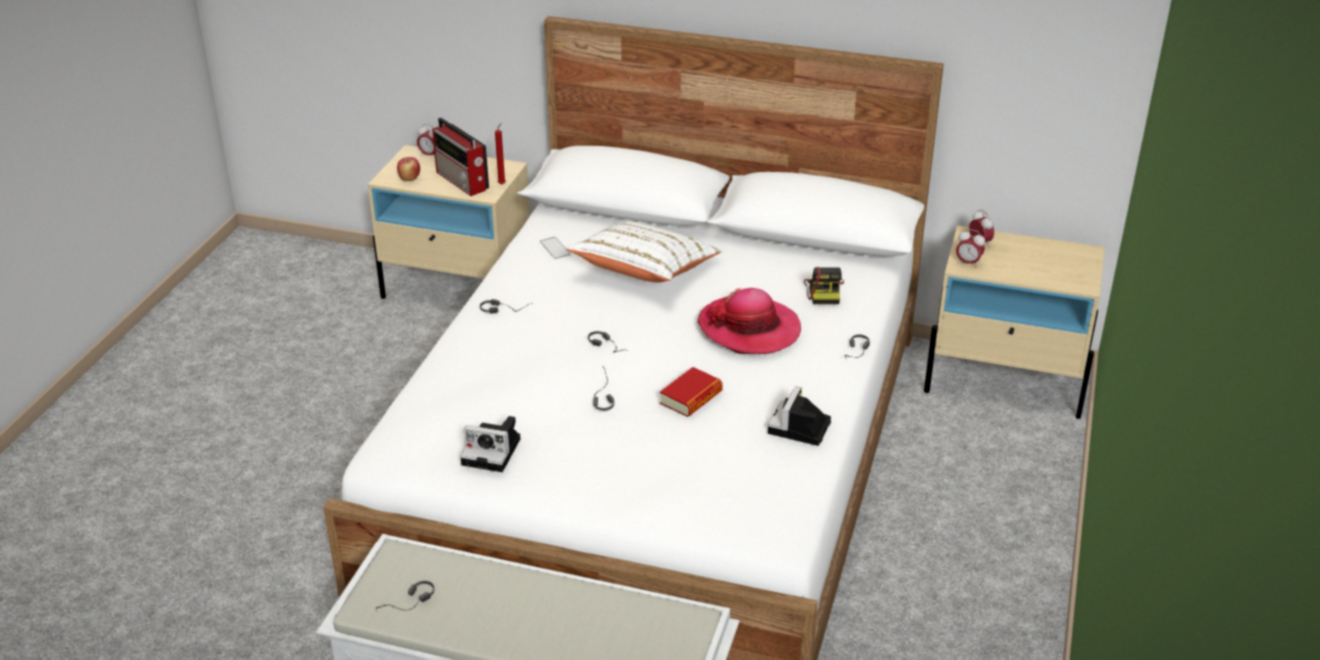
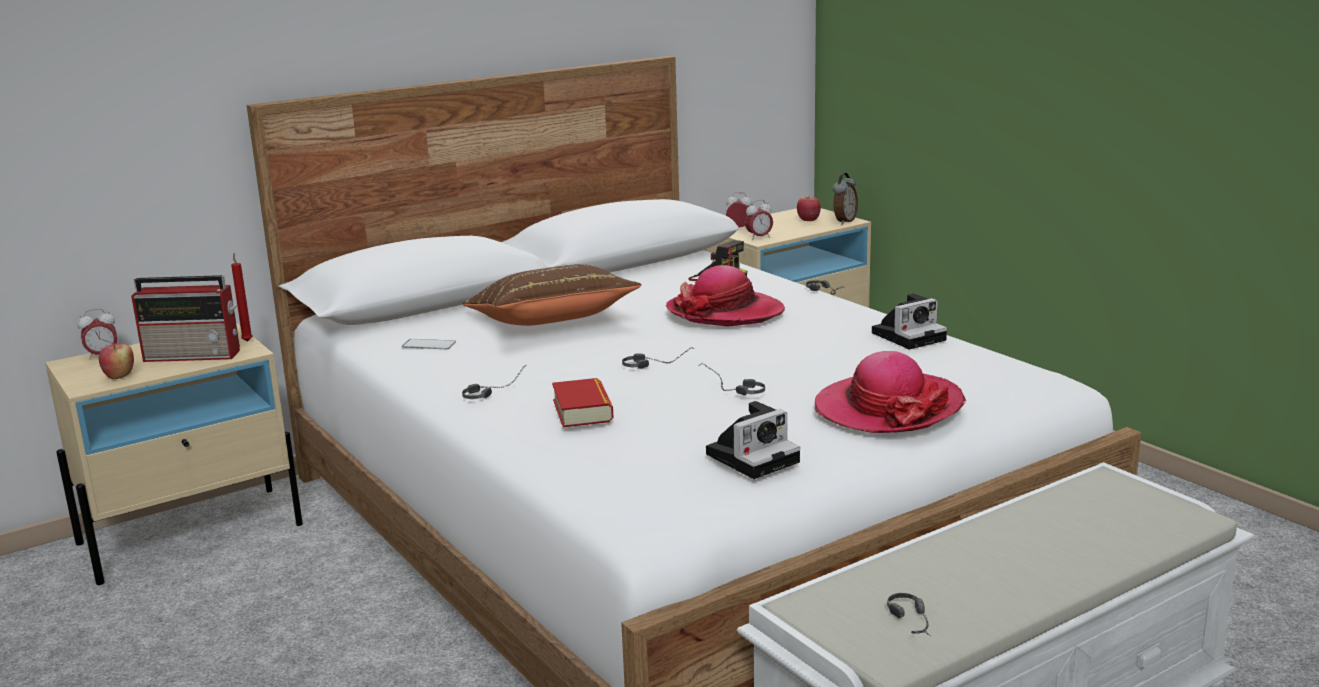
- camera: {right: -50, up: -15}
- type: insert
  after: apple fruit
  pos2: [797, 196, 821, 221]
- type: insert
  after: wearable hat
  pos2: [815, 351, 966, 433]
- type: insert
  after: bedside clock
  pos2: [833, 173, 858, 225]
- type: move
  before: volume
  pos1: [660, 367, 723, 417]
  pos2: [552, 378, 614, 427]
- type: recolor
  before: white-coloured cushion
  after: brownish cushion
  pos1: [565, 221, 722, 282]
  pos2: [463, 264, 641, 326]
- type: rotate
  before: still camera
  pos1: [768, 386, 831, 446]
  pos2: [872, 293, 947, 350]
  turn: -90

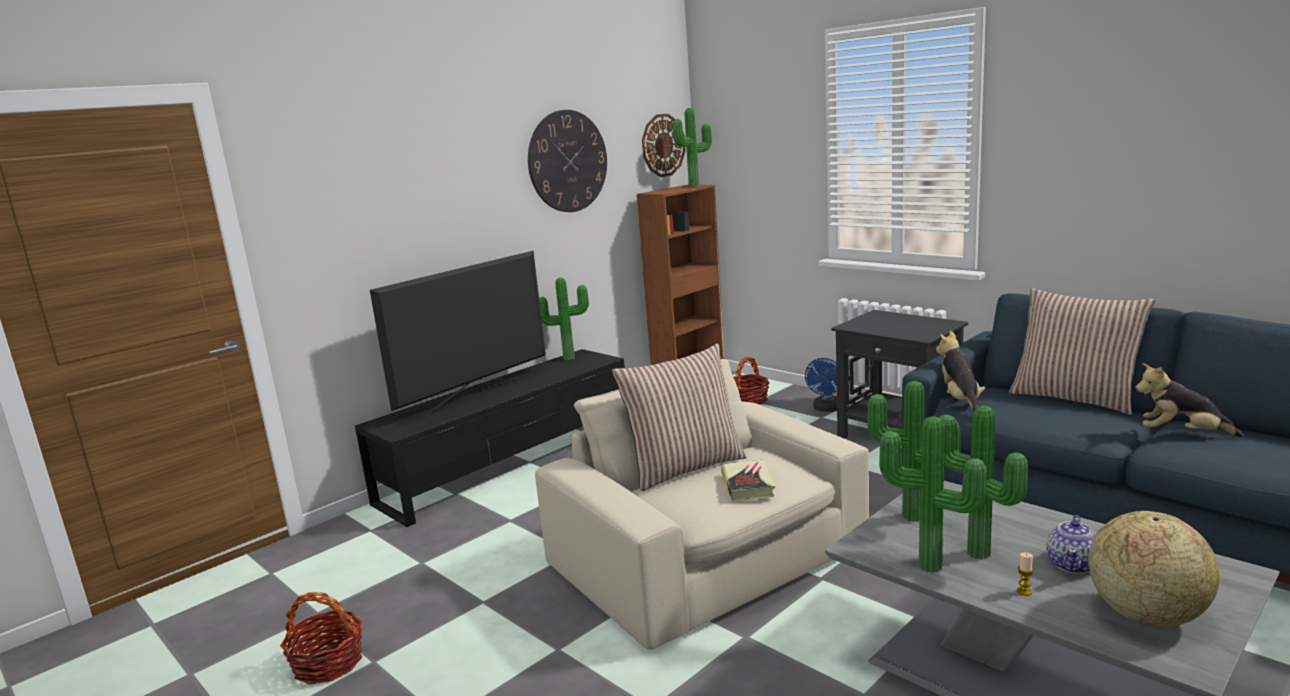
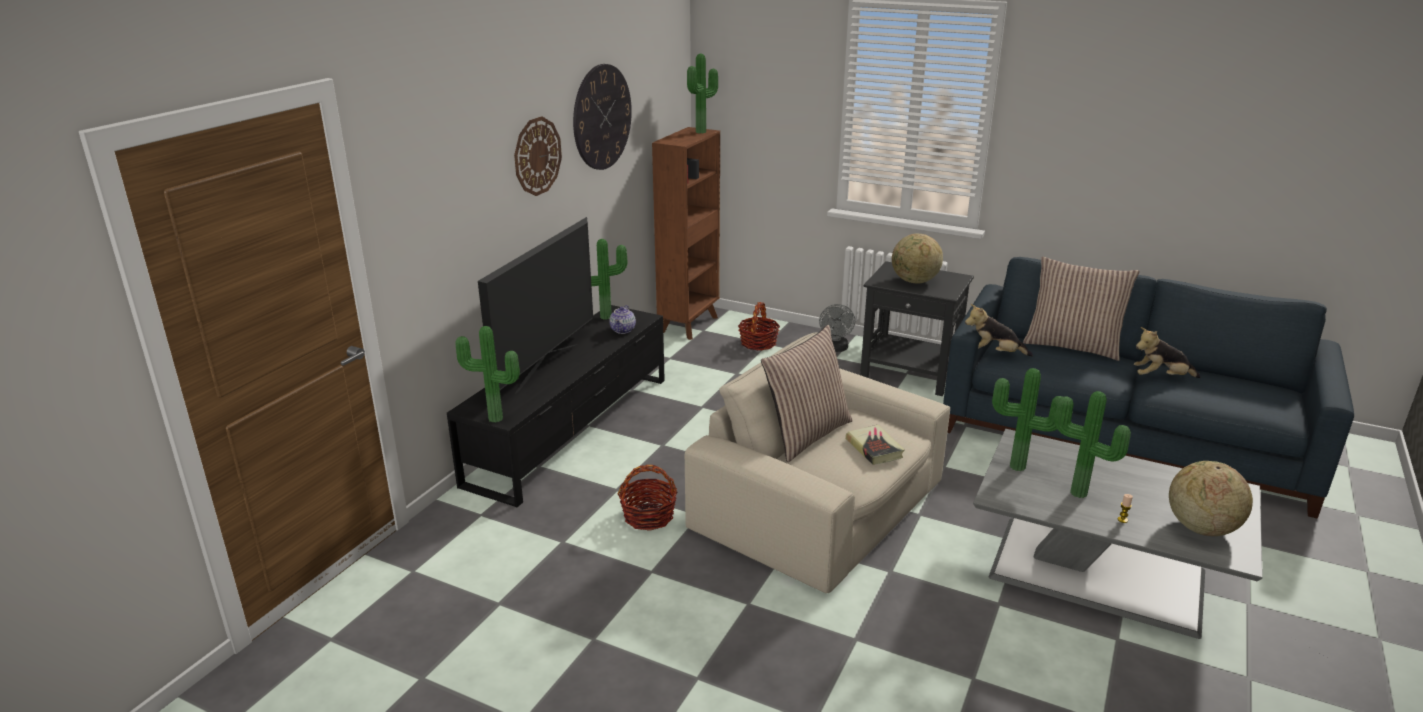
- camera: {right: -20, up: 10}
- type: insert
  after: desk globe
  pos2: [892, 233, 943, 284]
- type: move
  before: household basket
  pos1: [280, 592, 363, 685]
  pos2: [618, 465, 678, 531]
- type: move
  before: clock on the wall
  pos1: [642, 114, 686, 177]
  pos2: [514, 116, 562, 196]
- type: move
  before: houseplant
  pos1: [879, 416, 987, 573]
  pos2: [456, 326, 520, 423]
- type: move
  before: teapot
  pos1: [1046, 515, 1096, 574]
  pos2: [609, 305, 636, 334]
- type: recolor
  before: blue cooling fan
  after: gray cooling fan
  pos1: [805, 358, 837, 412]
  pos2: [819, 304, 855, 352]
- type: rotate
  before: soft toy
  pos1: [936, 331, 985, 411]
  pos2: [965, 304, 1033, 356]
  turn: -60

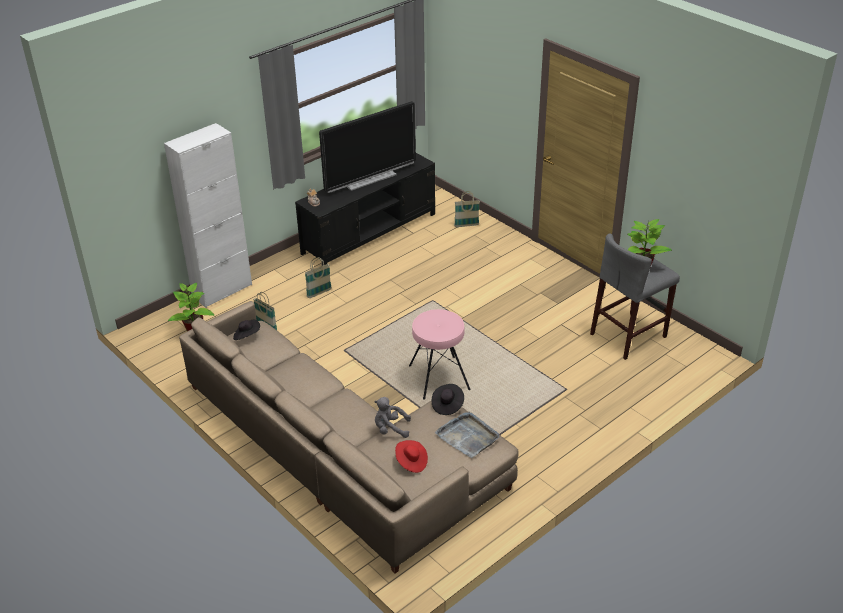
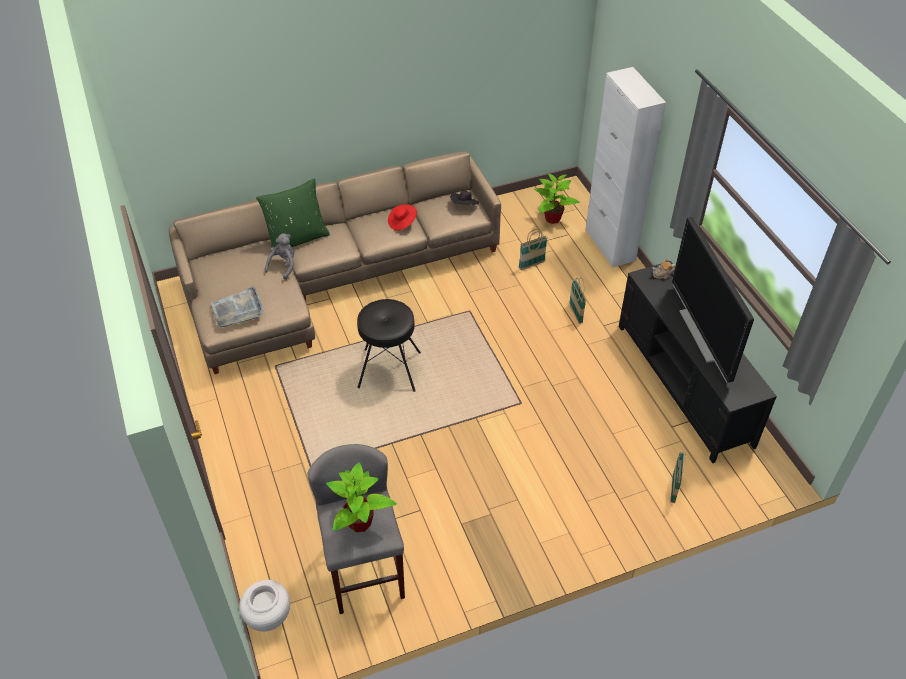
- camera: {right: 110, up: 10}
- type: delete
  before: black wearable hat
  pos1: [432, 384, 464, 415]
- type: insert
  after: white-coloured flower vase
  pos2: [239, 580, 290, 632]
- type: insert
  after: greenish cushion
  pos2: [256, 178, 330, 248]
- type: move
  before: reddish wearable hat
  pos1: [395, 440, 428, 473]
  pos2: [388, 204, 417, 230]
- type: recolor
  before: pinkish stool
  after: black stool
  pos1: [409, 309, 470, 400]
  pos2: [357, 299, 421, 392]

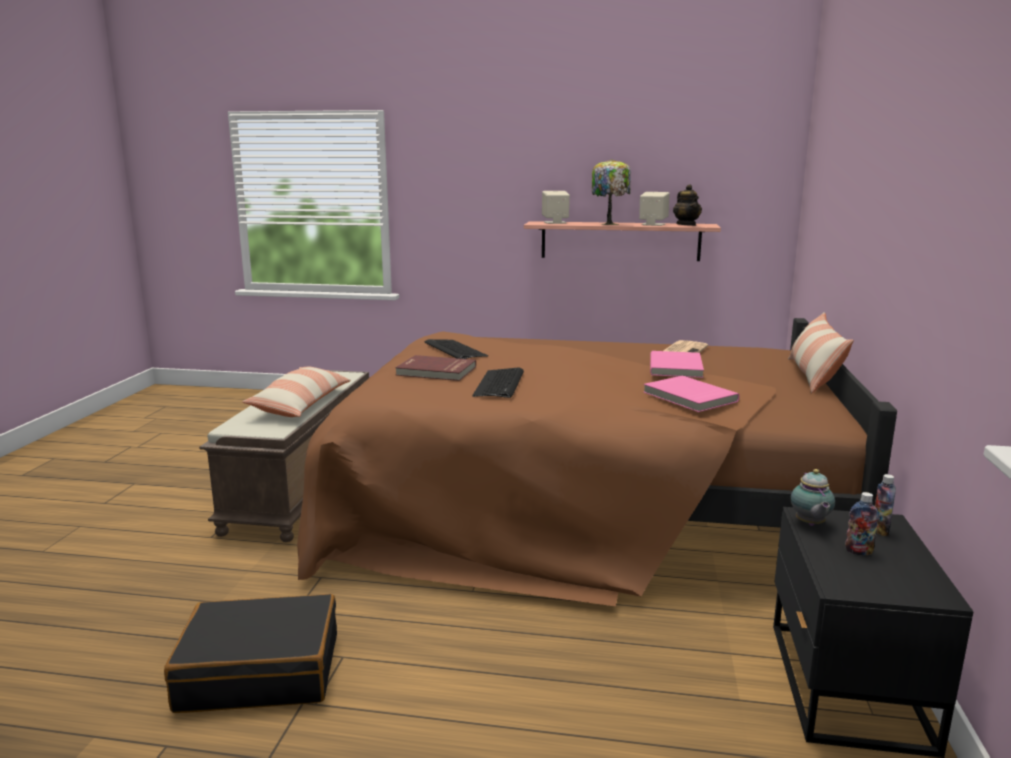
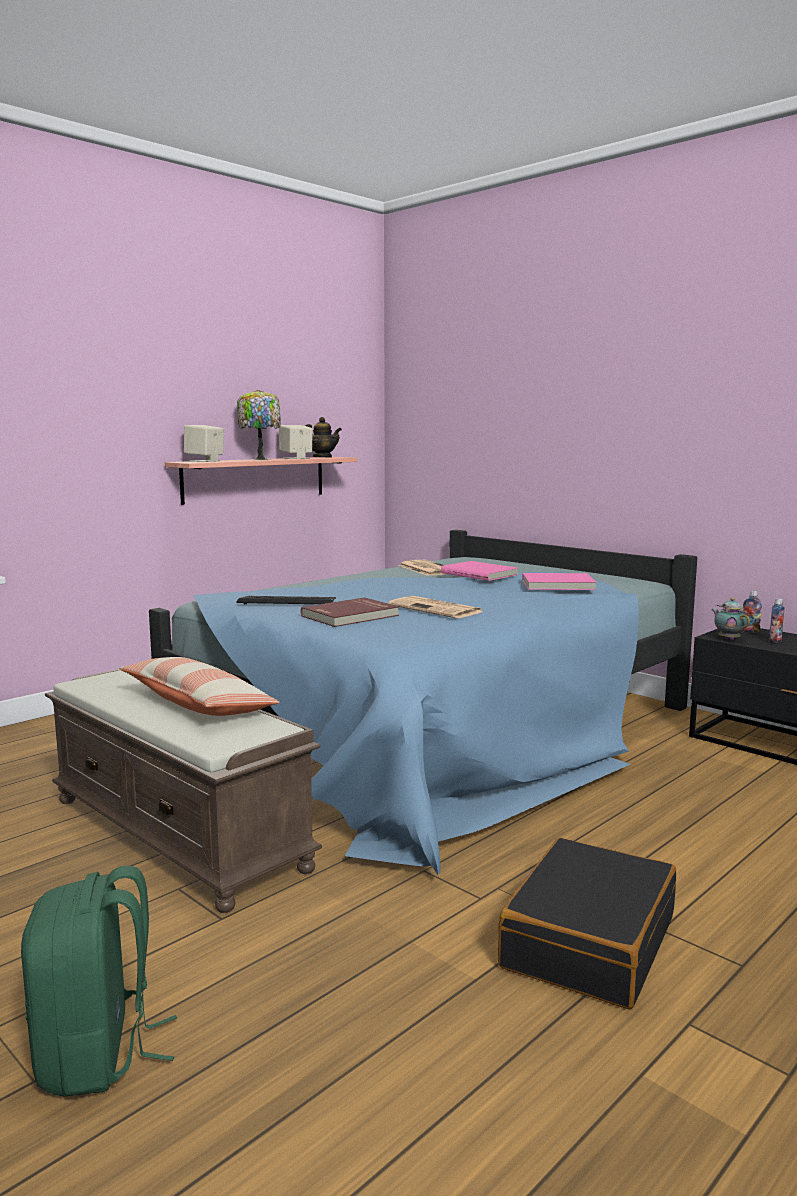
- camera: {right: -55, up: -5}
- type: delete
  before: cushion
  pos1: [788, 312, 854, 393]
- type: insert
  after: greenish rucksack
  pos2: [21, 866, 177, 1097]
- type: replace
  before: PC keyboard
  after: daily paper
  pos1: [472, 368, 524, 398]
  pos2: [389, 596, 483, 618]
- type: recolor
  before: brownish bedroom bed
  after: blue bedroom bed
  pos1: [297, 318, 897, 606]
  pos2: [149, 530, 697, 875]
- type: rotate
  before: teapot
  pos1: [791, 469, 835, 526]
  pos2: [711, 598, 750, 640]
  turn: -150

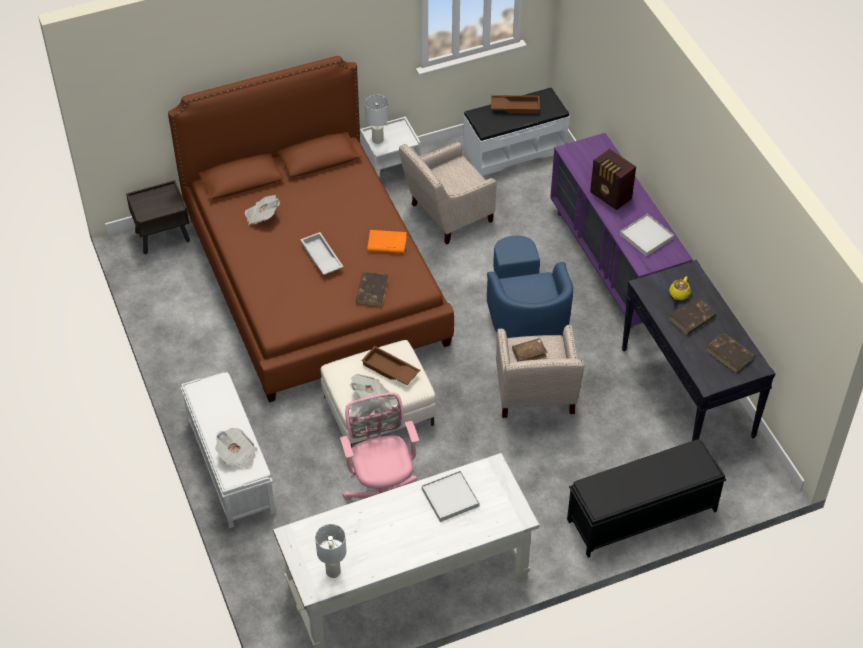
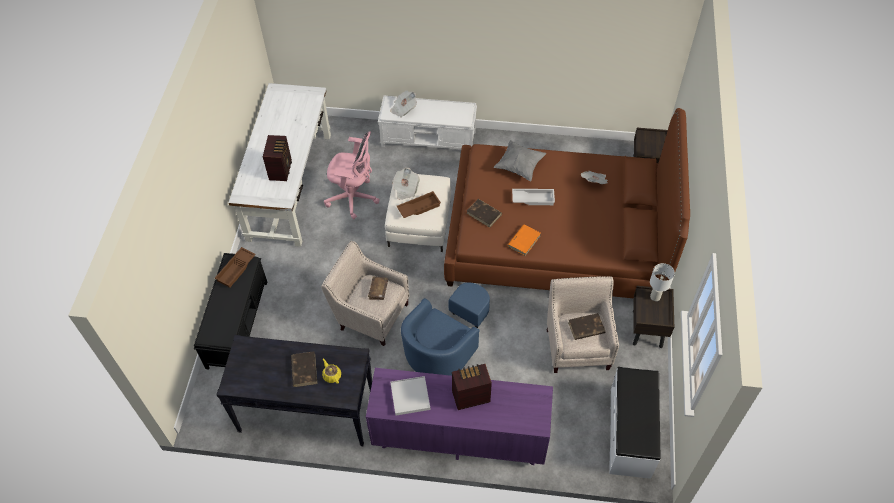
- camera: {right: 120, up: 5}
- type: delete
  before: white-coloured lamp for a table
  pos1: [315, 524, 346, 578]
- type: insert
  after: gray cushion
  pos2: [494, 140, 547, 181]
- type: move
  before: brownish serving tray
  pos1: [491, 95, 540, 114]
  pos2: [215, 247, 256, 288]
- type: move
  before: brownish volume
  pos1: [706, 333, 755, 373]
  pos2: [568, 313, 605, 340]
- type: replace
  before: white-coloured serving tray
  after: radio set
  pos1: [422, 470, 479, 522]
  pos2: [263, 135, 292, 181]
- type: recolor
  before: white-coloured night table
  after: brownish night table
  pos1: [360, 117, 421, 178]
  pos2: [633, 286, 674, 348]
- type: rotate
  before: blue lounge chair
  pos1: [487, 236, 573, 338]
  pos2: [401, 282, 490, 376]
  turn: -75

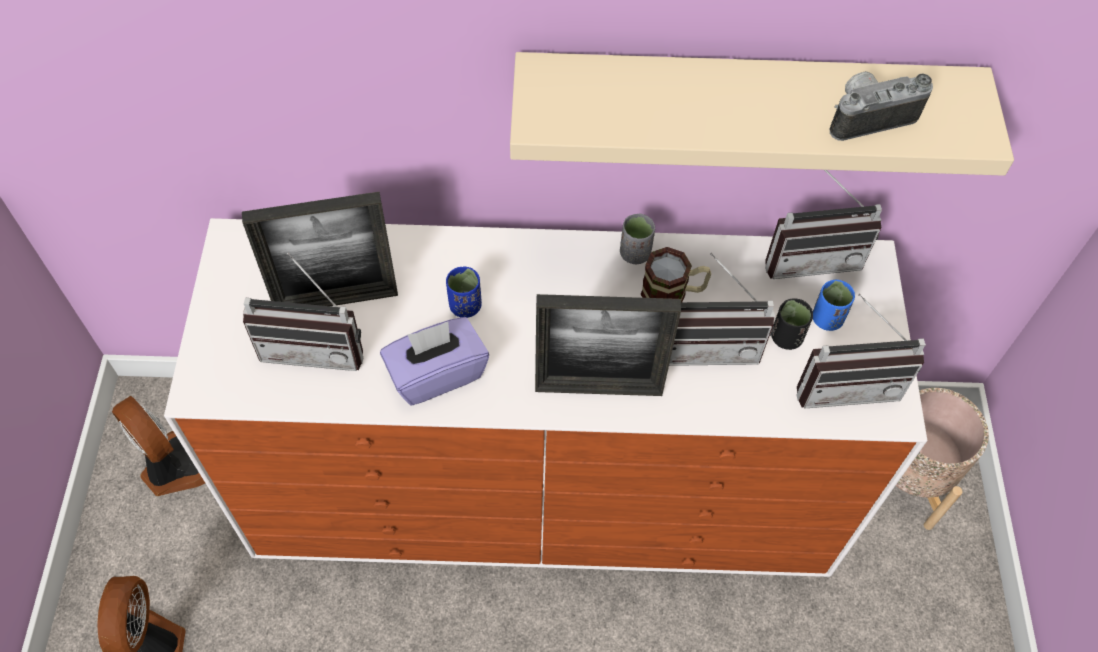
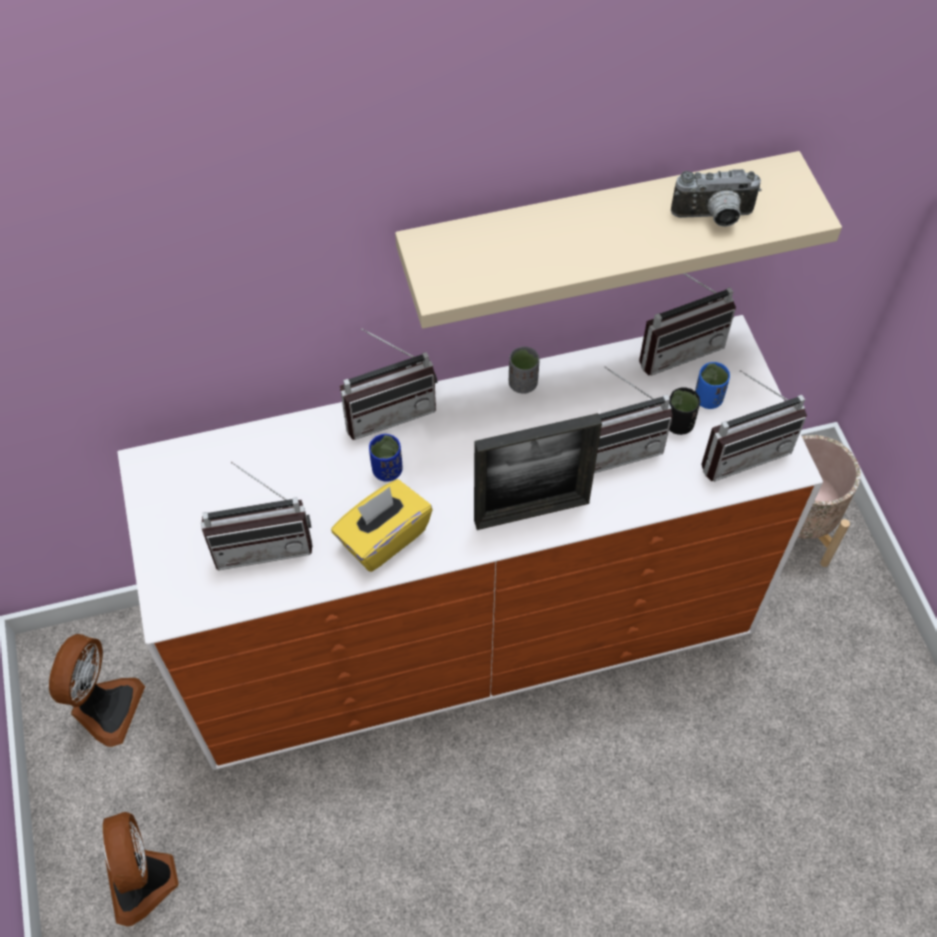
- camera: {right: -15, up: 0}
- type: delete
  before: photo frame
  pos1: [242, 192, 398, 306]
- type: delete
  before: mug
  pos1: [641, 247, 711, 302]
- type: insert
  after: radio set
  pos2: [340, 329, 438, 440]
- type: recolor
  before: purplish tissue holder
  after: yellow-coloured tissue holder
  pos1: [380, 317, 489, 406]
  pos2: [331, 479, 433, 572]
- type: rotate
  before: cooling fan
  pos1: [112, 396, 205, 496]
  pos2: [49, 634, 145, 747]
  turn: 75
- type: rotate
  before: still camera
  pos1: [830, 71, 933, 141]
  pos2: [671, 169, 762, 227]
  turn: -150

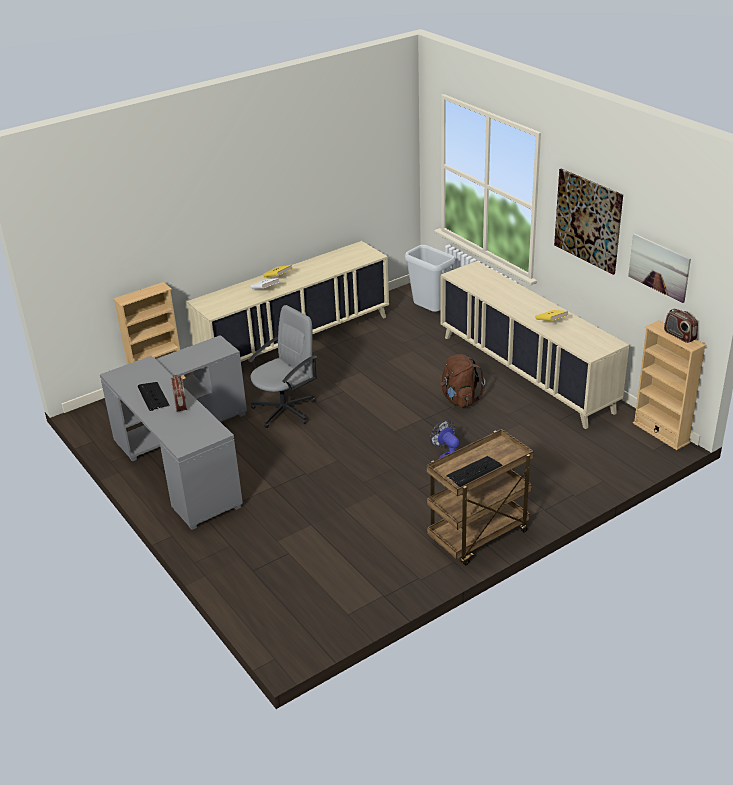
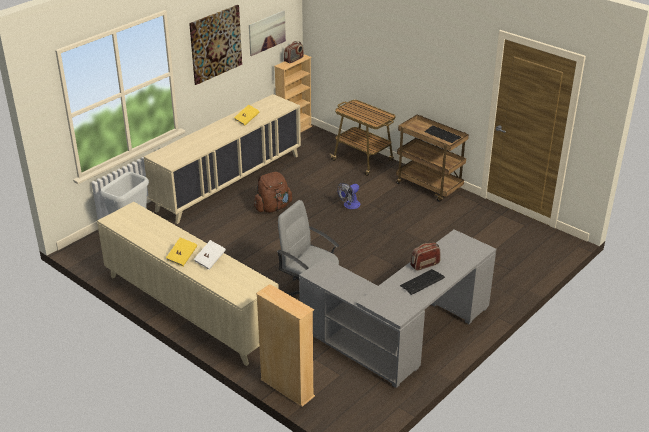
- camera: {right: -105, up: 0}
- type: insert
  after: cart
  pos2: [330, 100, 395, 176]

